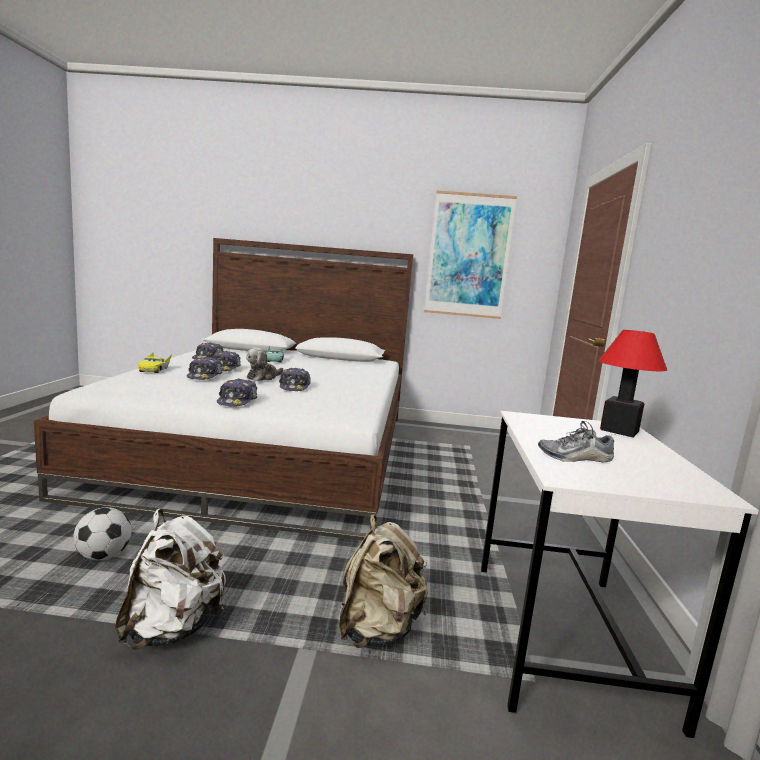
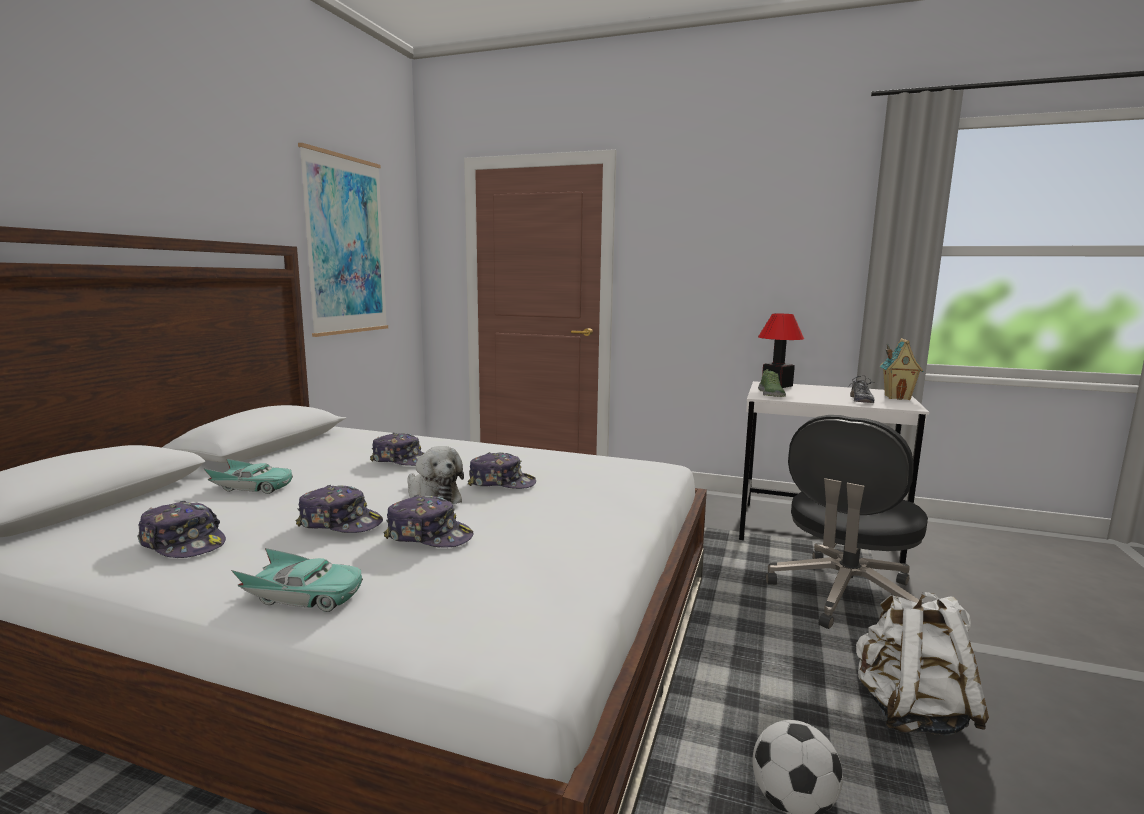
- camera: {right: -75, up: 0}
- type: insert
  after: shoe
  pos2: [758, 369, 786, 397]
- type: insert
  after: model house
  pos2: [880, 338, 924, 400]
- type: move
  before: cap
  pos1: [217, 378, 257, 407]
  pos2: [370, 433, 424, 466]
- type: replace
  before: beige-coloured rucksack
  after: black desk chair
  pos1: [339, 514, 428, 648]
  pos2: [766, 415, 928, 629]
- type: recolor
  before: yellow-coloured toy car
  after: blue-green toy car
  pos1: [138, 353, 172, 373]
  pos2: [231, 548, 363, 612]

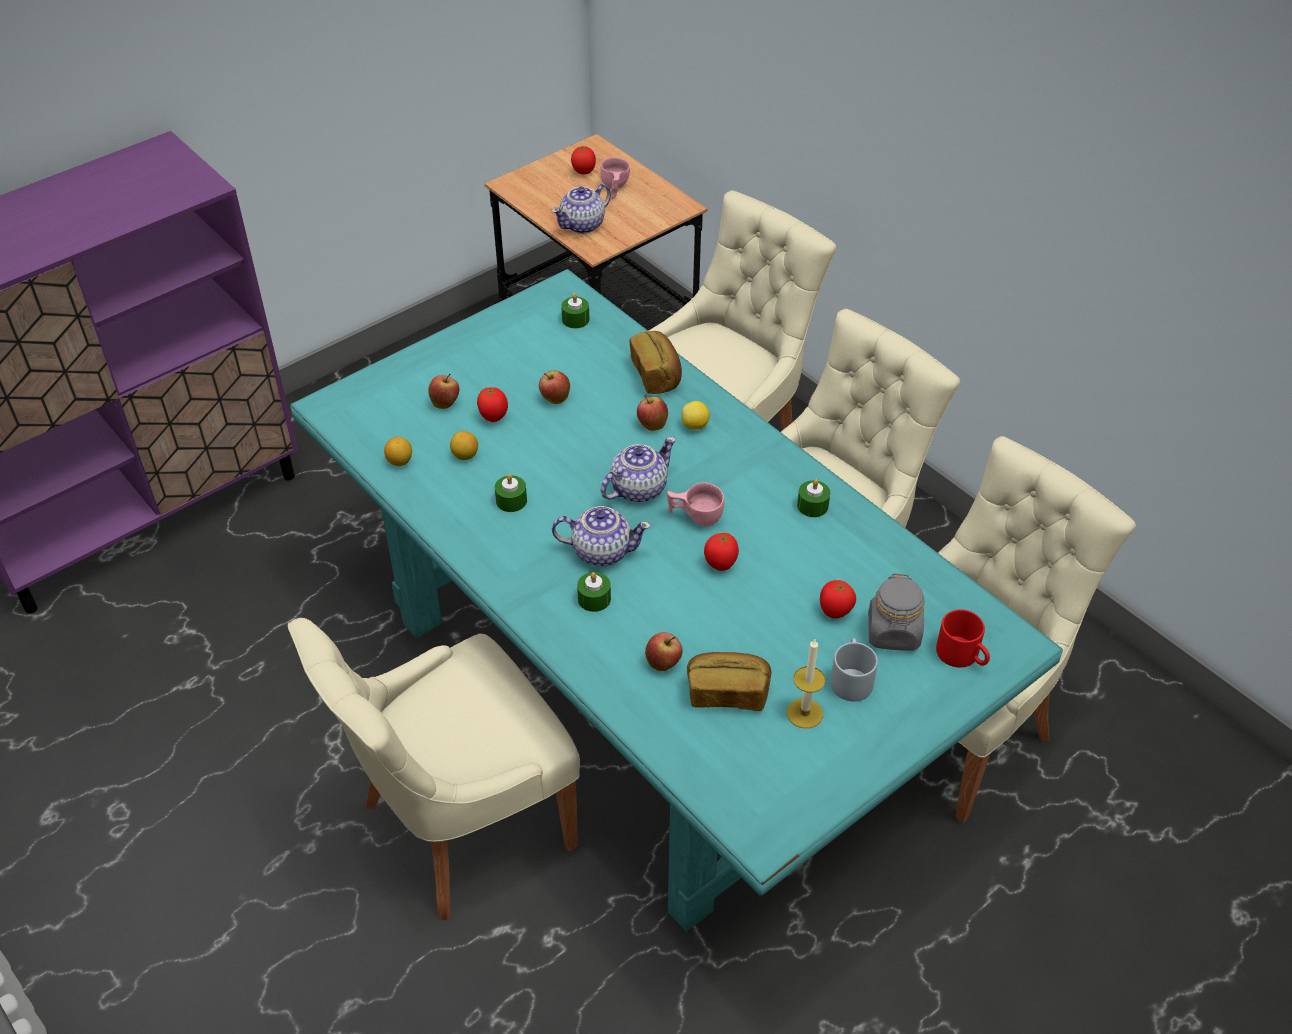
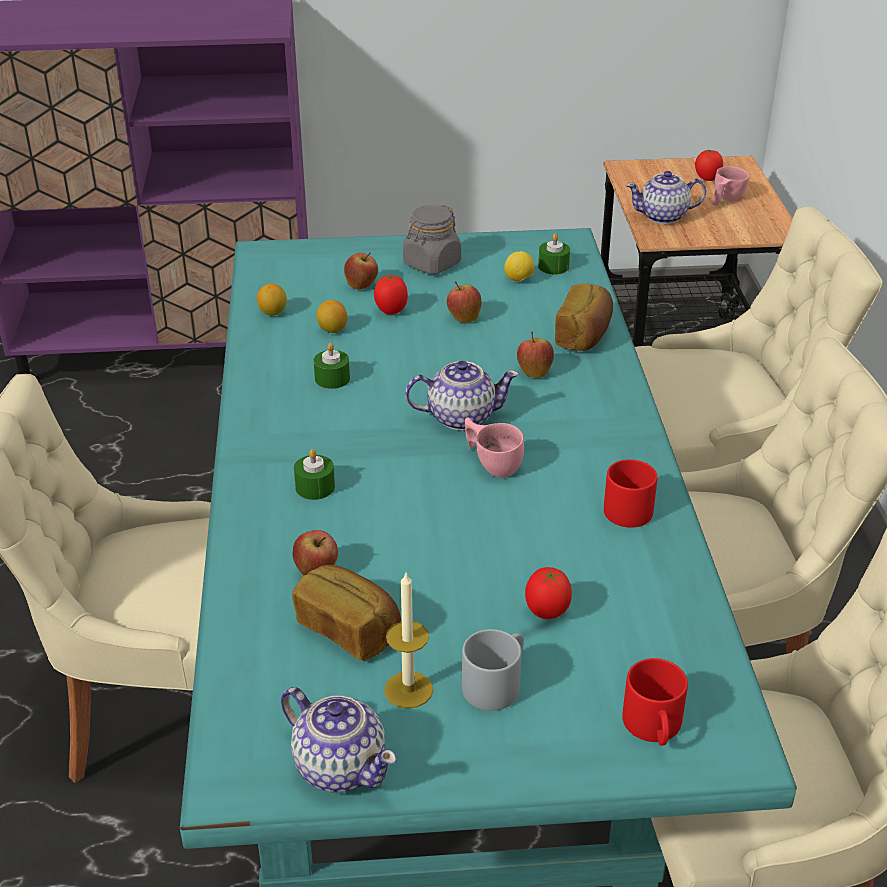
- camera: {right: 35, up: -10}
- type: delete
  before: fresh tomato
  pos1: [704, 533, 739, 571]
- type: move
  before: teapot
  pos1: [552, 506, 651, 566]
  pos2: [281, 687, 397, 792]
- type: move
  before: citrus fruit
  pos1: [681, 401, 710, 430]
  pos2: [504, 251, 535, 282]
- type: move
  before: gray preserve jar
  pos1: [868, 573, 925, 651]
  pos2: [403, 205, 461, 274]
- type: replace
  before: greenish candle
  after: reddish mug
  pos1: [797, 479, 830, 517]
  pos2: [604, 459, 658, 528]

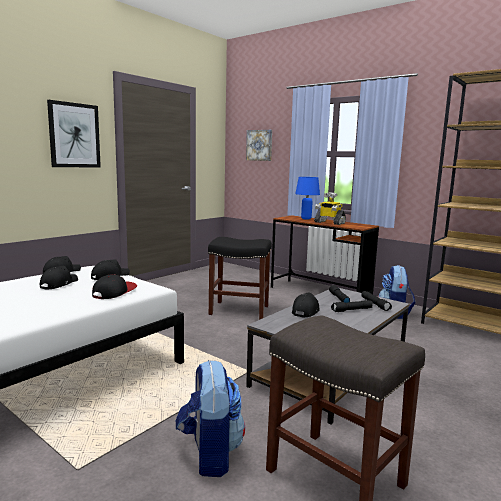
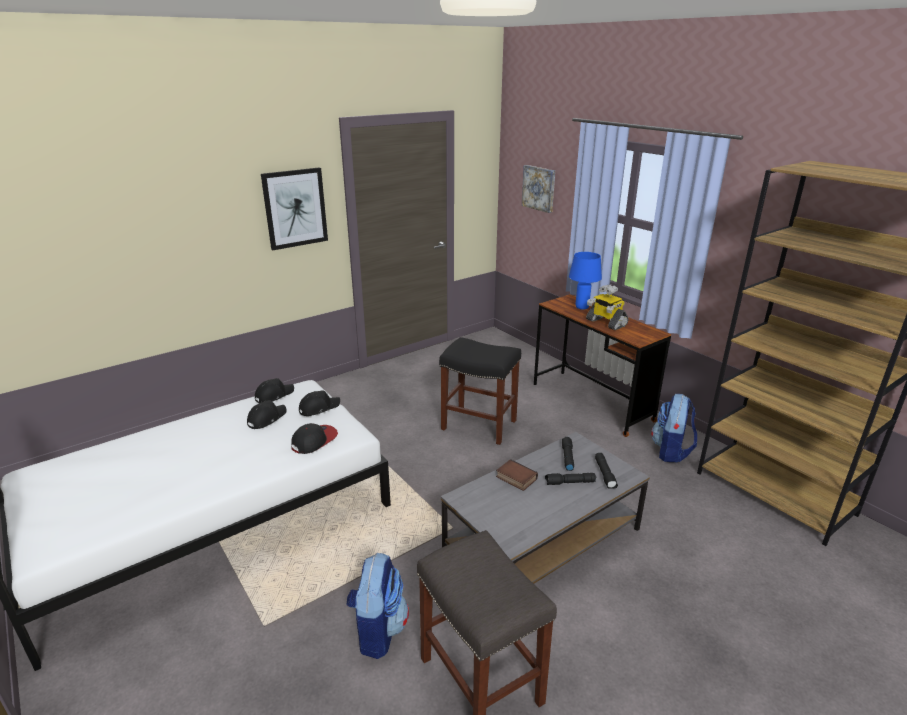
- camera: {right: 15, up: 15}
- type: replace
  before: black cap
  after: volume
  pos1: [292, 293, 320, 317]
  pos2: [496, 459, 538, 491]

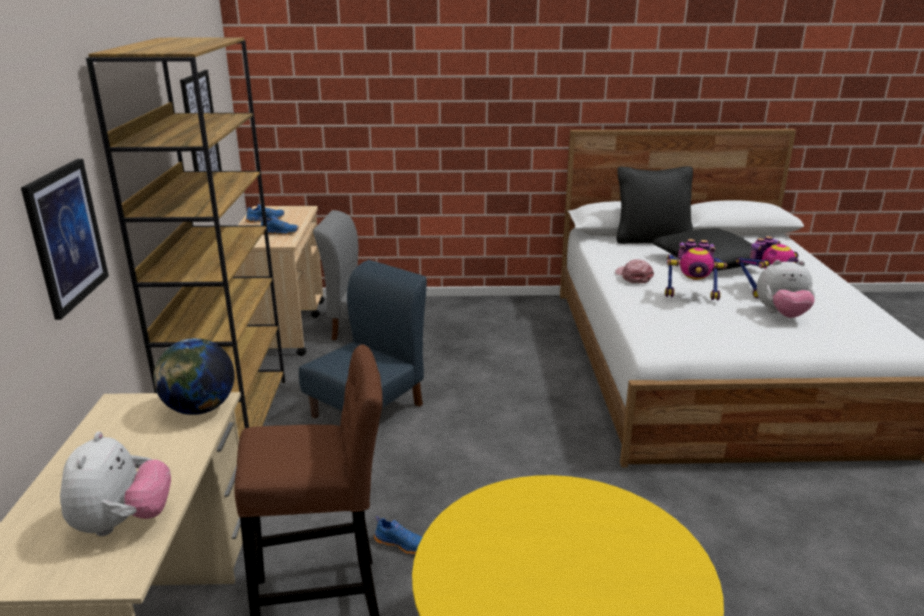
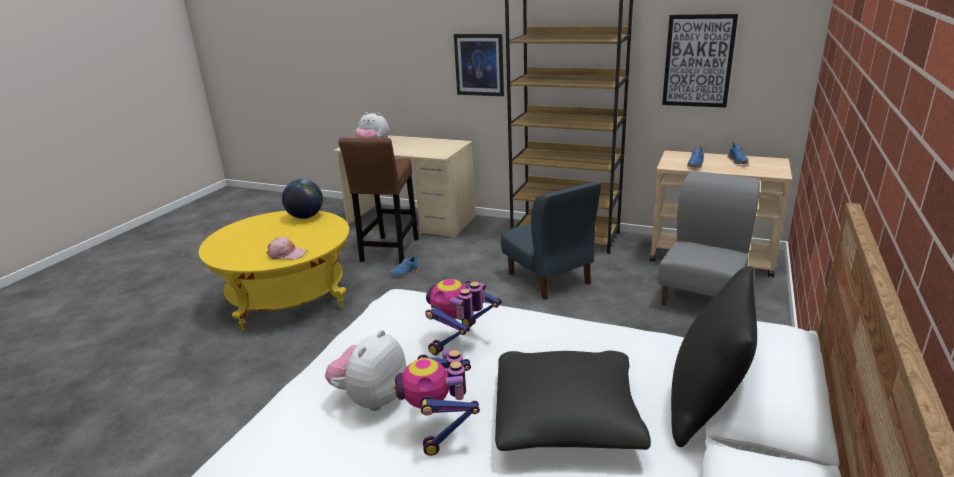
- camera: {right: 115, up: 0}
- type: move
  before: desk globe
  pos1: [154, 338, 235, 415]
  pos2: [282, 179, 323, 219]
- type: move
  before: pinkish cap
  pos1: [615, 259, 654, 283]
  pos2: [266, 237, 307, 260]

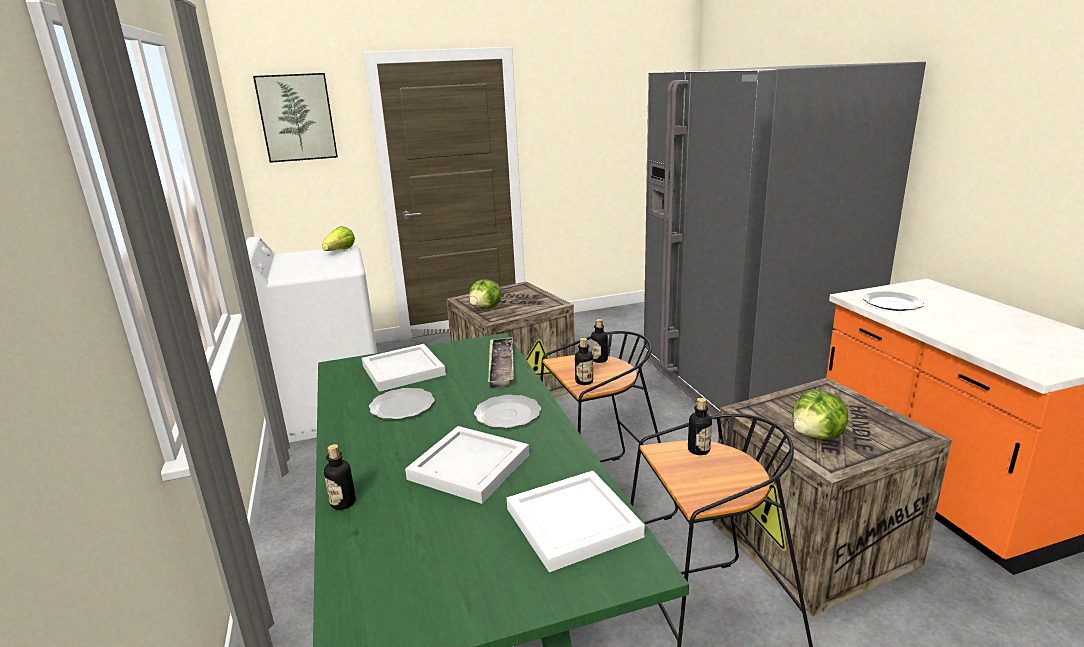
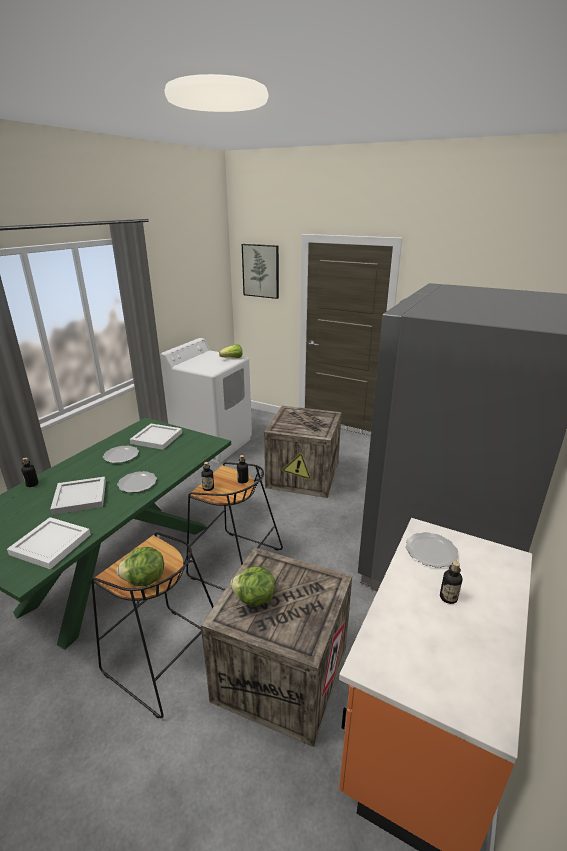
- camera: {right: 45, up: 5}
- type: delete
  before: serving tray
  pos1: [488, 337, 514, 388]
- type: move
  before: lettuce
  pos1: [469, 279, 502, 309]
  pos2: [117, 547, 164, 587]
- type: move
  before: beverage bottle
  pos1: [688, 398, 712, 455]
  pos2: [440, 561, 463, 604]

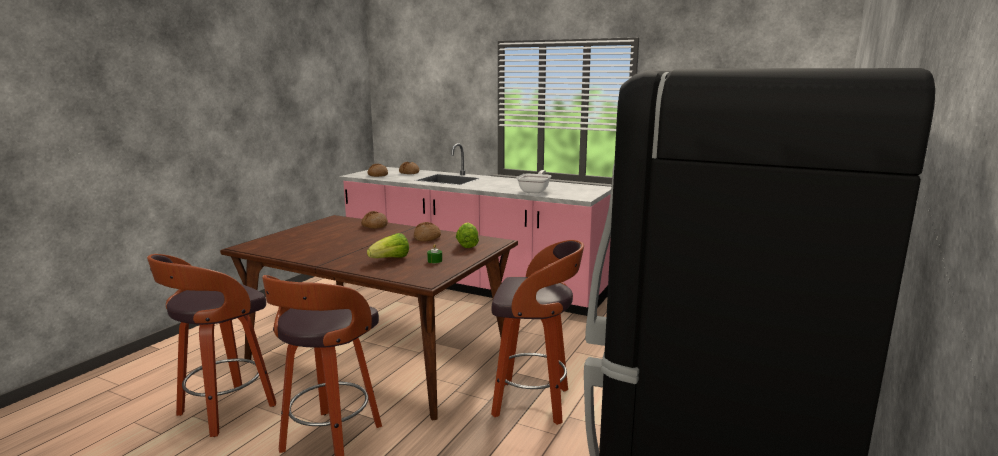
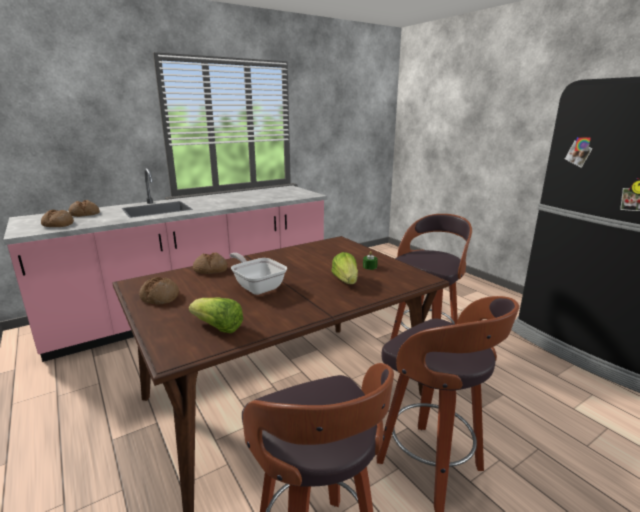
- camera: {right: -60, up: 5}
- type: move
  before: bakery bread
  pos1: [414, 222, 441, 242]
  pos2: [139, 277, 179, 305]
- type: move
  before: lettuce
  pos1: [456, 223, 479, 248]
  pos2: [189, 298, 243, 333]
- type: move
  before: frying pan
  pos1: [517, 170, 551, 194]
  pos2: [230, 253, 287, 295]

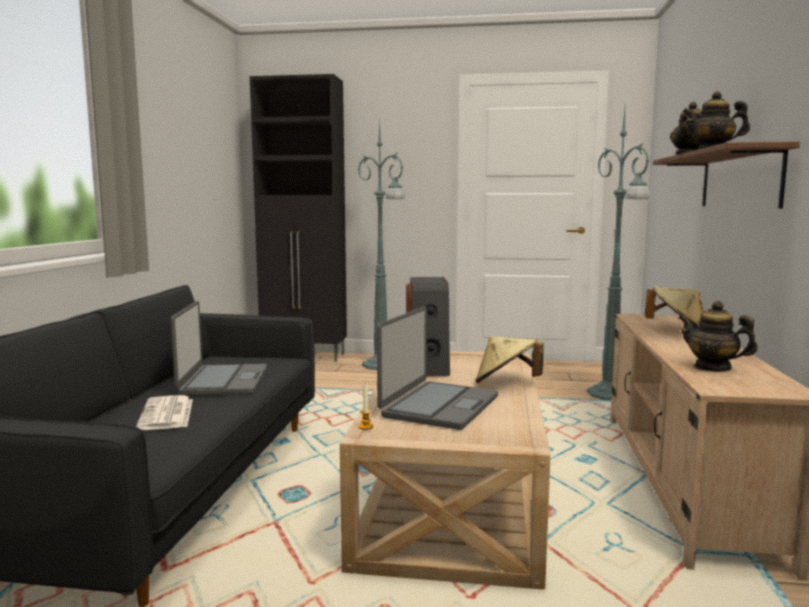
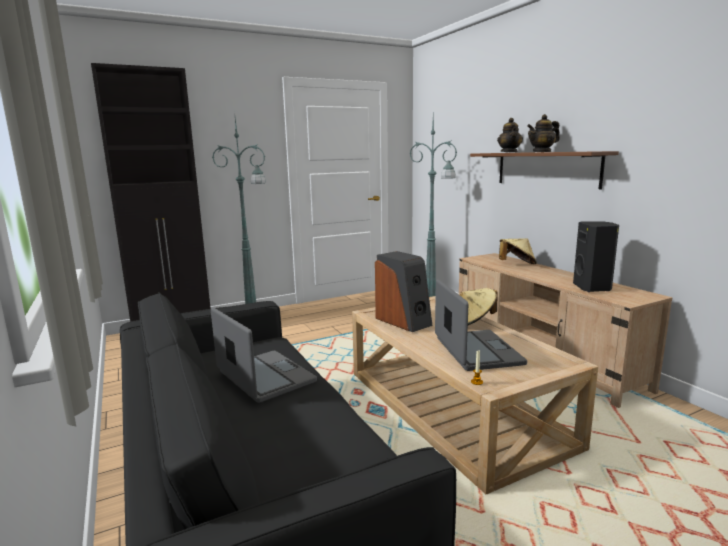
- camera: {right: -35, up: 5}
- type: delete
  before: daily paper
  pos1: [136, 395, 193, 430]
- type: replace
  before: teapot
  after: black speaker
  pos1: [678, 301, 758, 372]
  pos2: [573, 221, 619, 292]

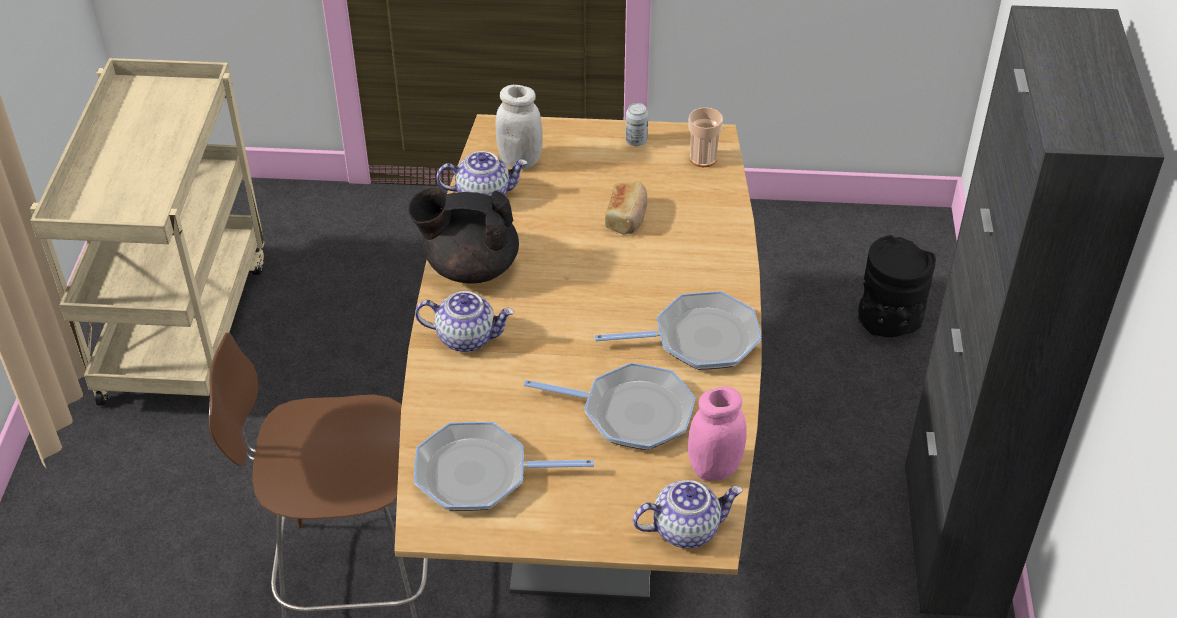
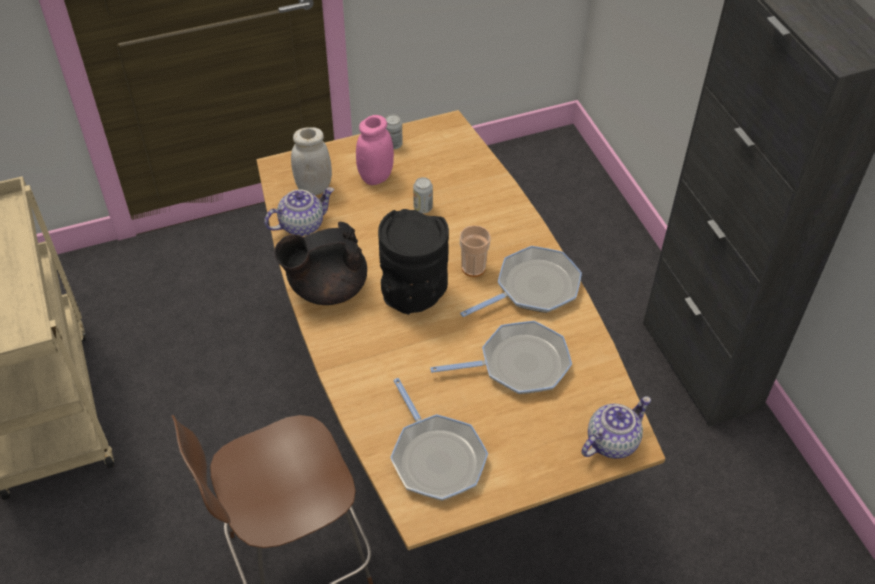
- camera: {right: -25, up: 5}
- type: delete
  before: teapot
  pos1: [415, 291, 514, 352]
- type: move
  before: small cup
  pos1: [688, 107, 723, 167]
  pos2: [460, 225, 491, 277]
- type: move
  before: pinkish preserve jar
  pos1: [688, 386, 747, 481]
  pos2: [356, 115, 394, 185]
- type: move
  before: black flower vase
  pos1: [858, 235, 936, 337]
  pos2: [378, 209, 449, 315]
- type: replace
  before: bakery bread
  after: sealed can
  pos1: [605, 181, 647, 235]
  pos2: [413, 177, 433, 213]
- type: rotate
  before: frying pan
  pos1: [414, 422, 594, 511]
  pos2: [390, 378, 488, 501]
  turn: -90

